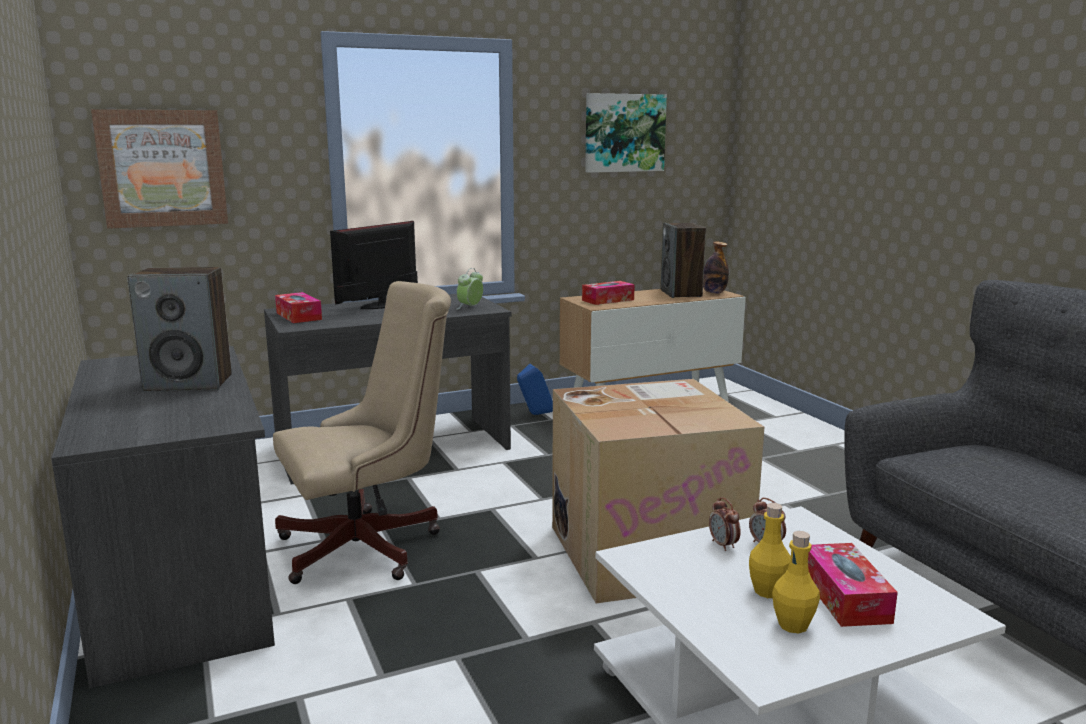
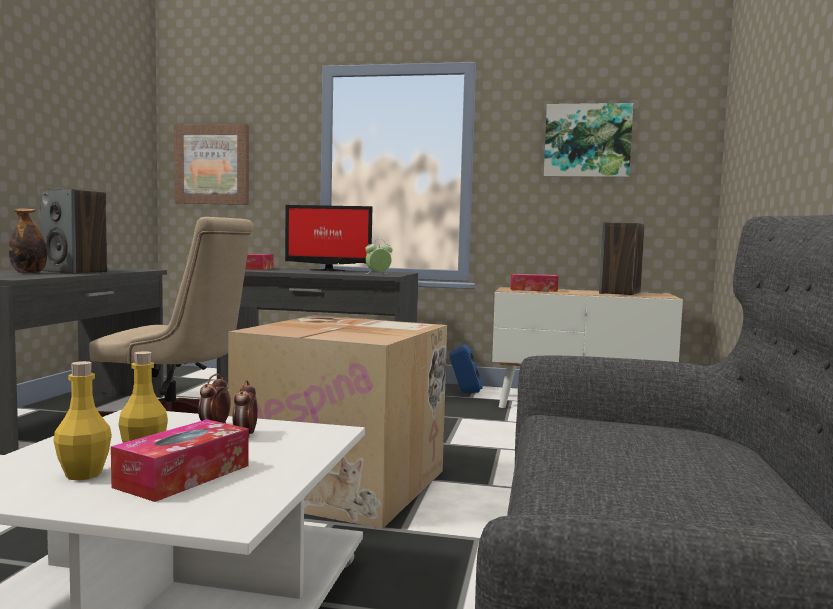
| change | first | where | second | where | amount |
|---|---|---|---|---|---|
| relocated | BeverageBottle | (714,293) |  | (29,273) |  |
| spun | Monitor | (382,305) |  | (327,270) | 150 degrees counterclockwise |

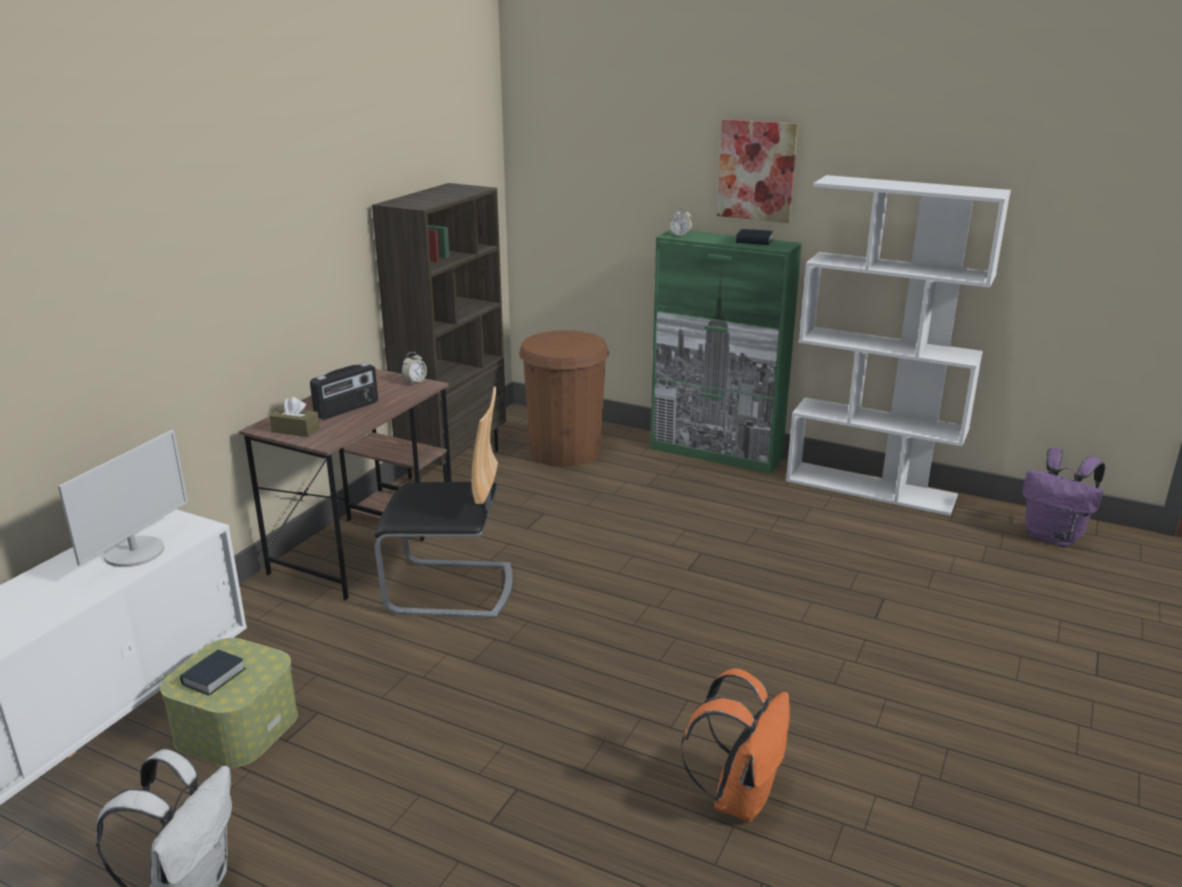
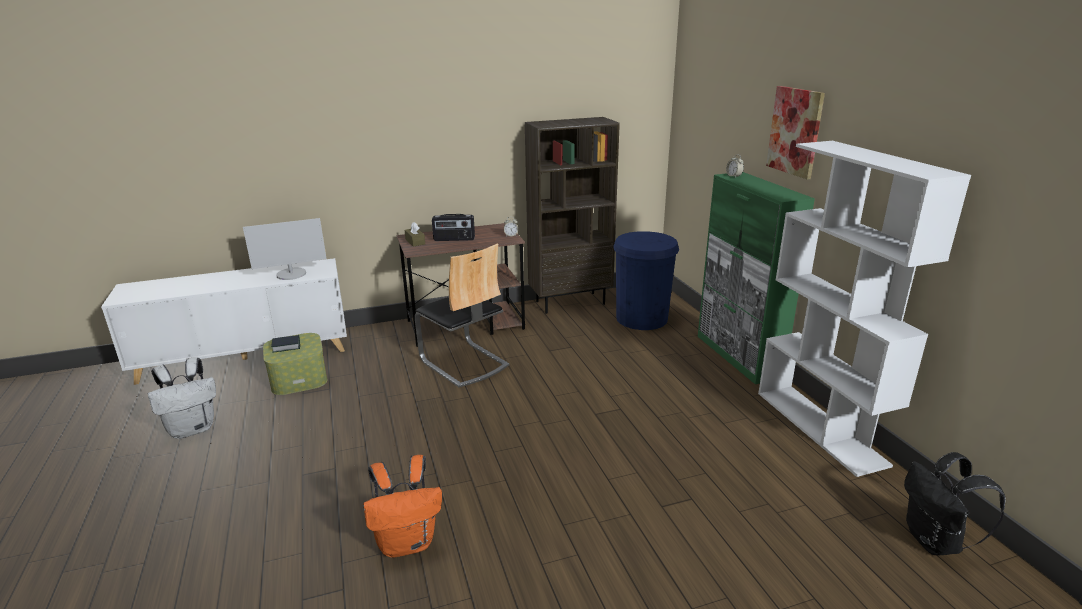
| change | first | where | second | where | amount |
|---|---|---|---|---|---|
| colour | BrownColouredTrashCan | (565,451) | BluishTrashCan | (641,318) |  |
| colour | PurpleColouredKnapsack | (1054,537) | BlackColouredKnapsack | (935,542) |  |
| missing | Volume | (754,241) |  |  |  |

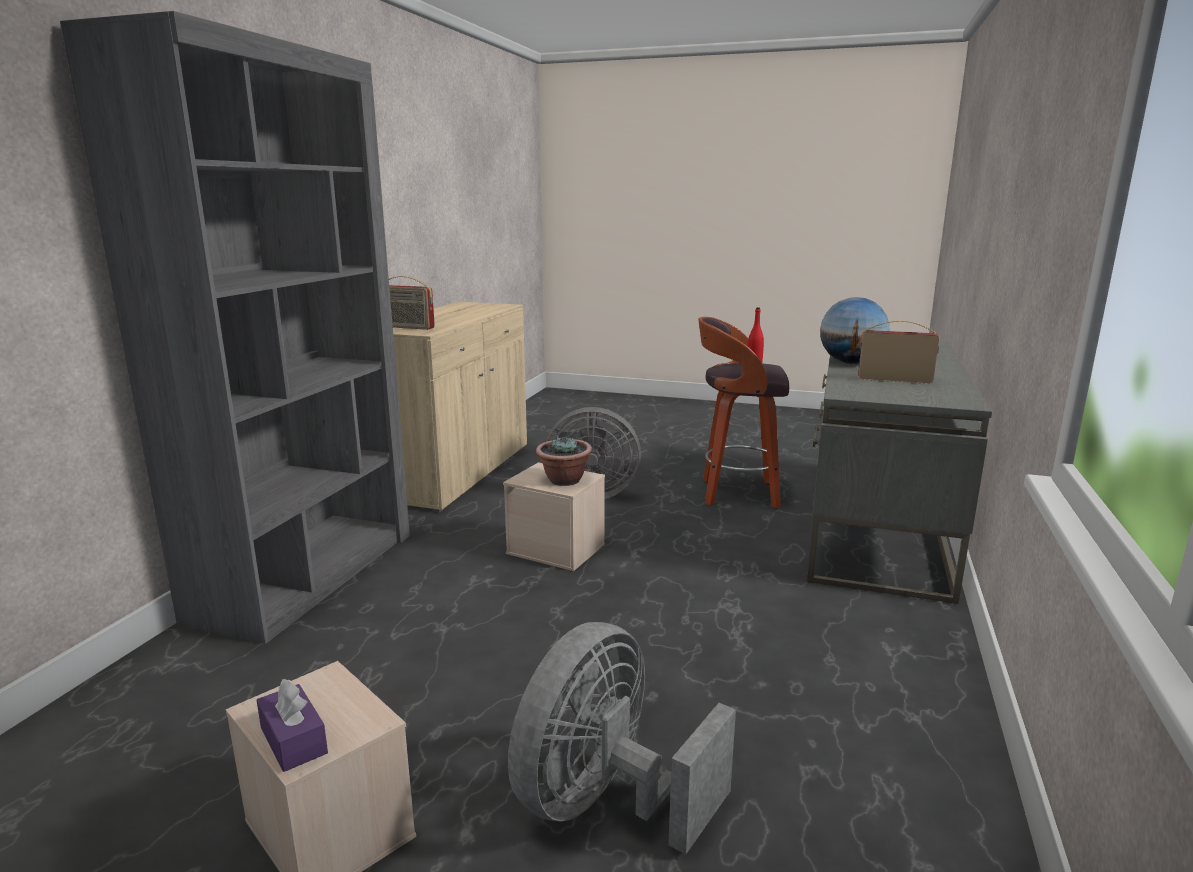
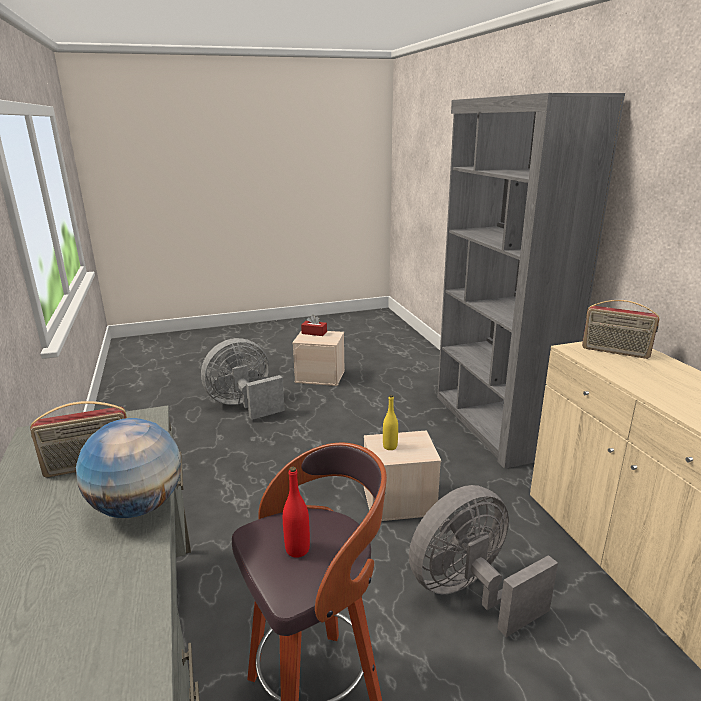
| change | first | where | second | where | amount |
|---|---|---|---|---|---|
| spun | GreyishCoolingFan | (607,803) |  | (244,405) | 120 degrees counterclockwise |
| colour | PurpleColouredBoxOfTissues | (293,740) | RedBoxOfTissues | (314,333) |  |
| exchanged | Houseplant | (564,480) | YellowColouredBeverageBottle | (390,446) |  |
| spun | RadioSet | (405,327) |  | (615,352) | 135 degrees counterclockwise |

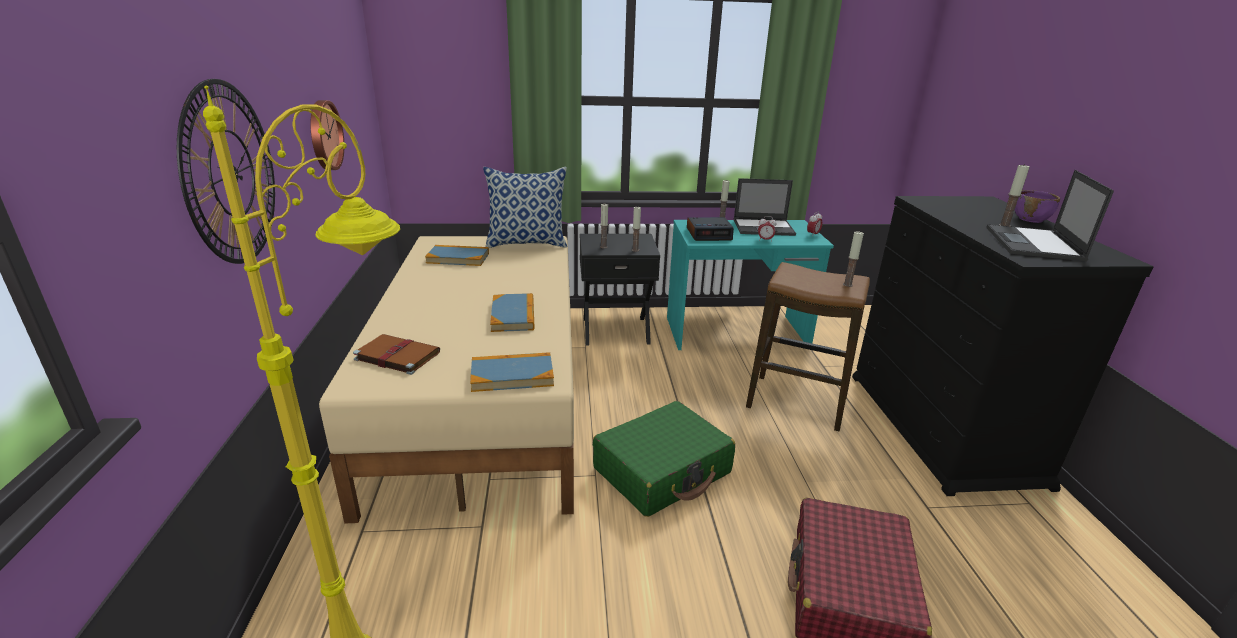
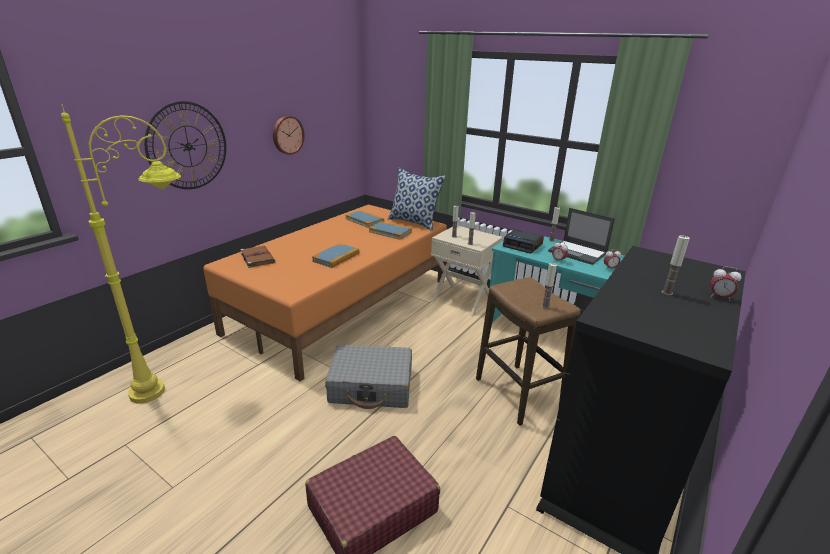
| change | first | where | second | where | amount |
|---|---|---|---|---|---|
| colour | BeigeColouredBedroomBed | (486,394) | OrangeBedroomBed | (344,305) |  |
| colour | GreenishPieceOfLuggage | (662,471) | GreyishPieceOfLuggage | (371,386) |  |
| relocated | Volume | (512,375) |  | (390,232) |  |
| colour | BlackColouredNightTable | (615,330) | BeigeColouredNightTable | (462,299) |  |
| exchanged | PurpleColouredBowl | (1030,219) | AlarmClock | (719,297) |  |
| missing | Laptop | (1034,244) |  |  |  |

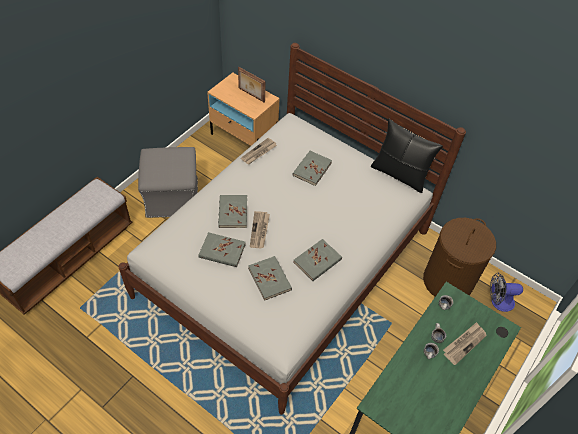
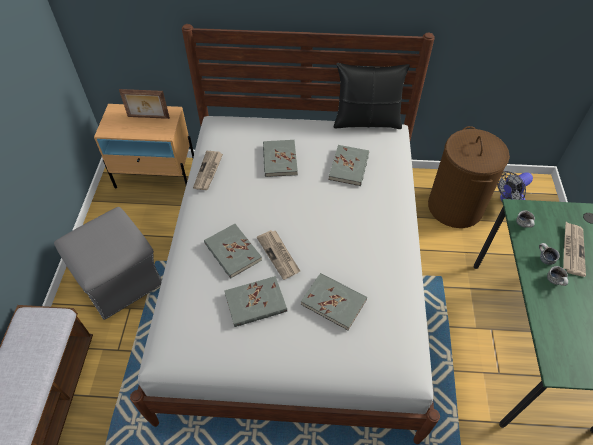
| change | first | where | second | where | amount |
|---|---|---|---|---|---|
| relocated | GreyishVolume | (317,261) |  | (349,167) |  |

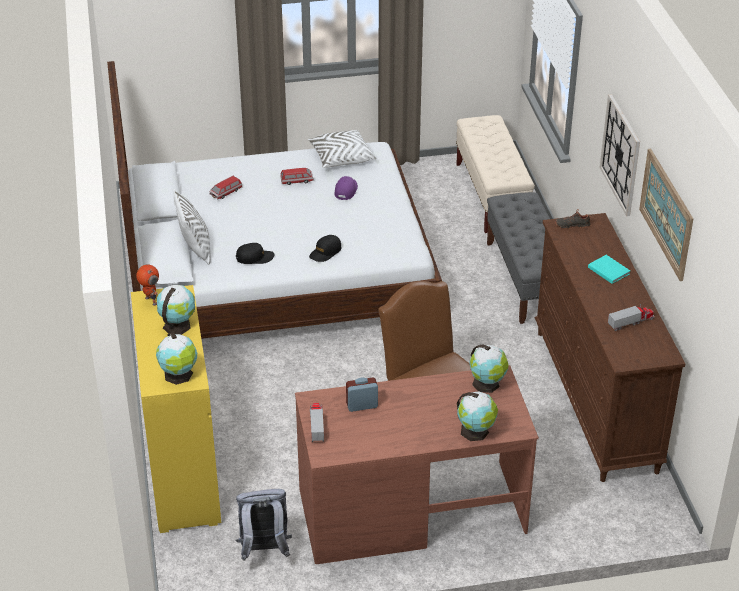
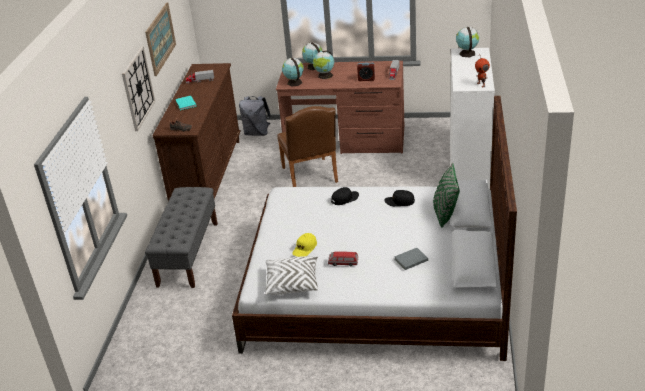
| change | first | where | second | where | amount |
|---|---|---|---|---|---|
| relocated | GreyishKnapsack | (264,550) |  | (257,133) |  |
| colour | PurpleColouredPeakedCap | (346,190) | YellowColouredPeakedCap | (304,248) |  |
| relocated | Globe | (177,325) |  | (324,76) |  |
| exchanged | MiniatureCar | (226,192) | GreyishVolume | (410,260) |  |
| colour | WhiteCushion | (195,249) | GreenishCushion | (445,214) |  |
| colour | YellowColouredDresser | (183,473) | WhiteDresser | (469,166) |  |
| missing | BeigeColouredIndoorBench | (491,196) |  |  |  |

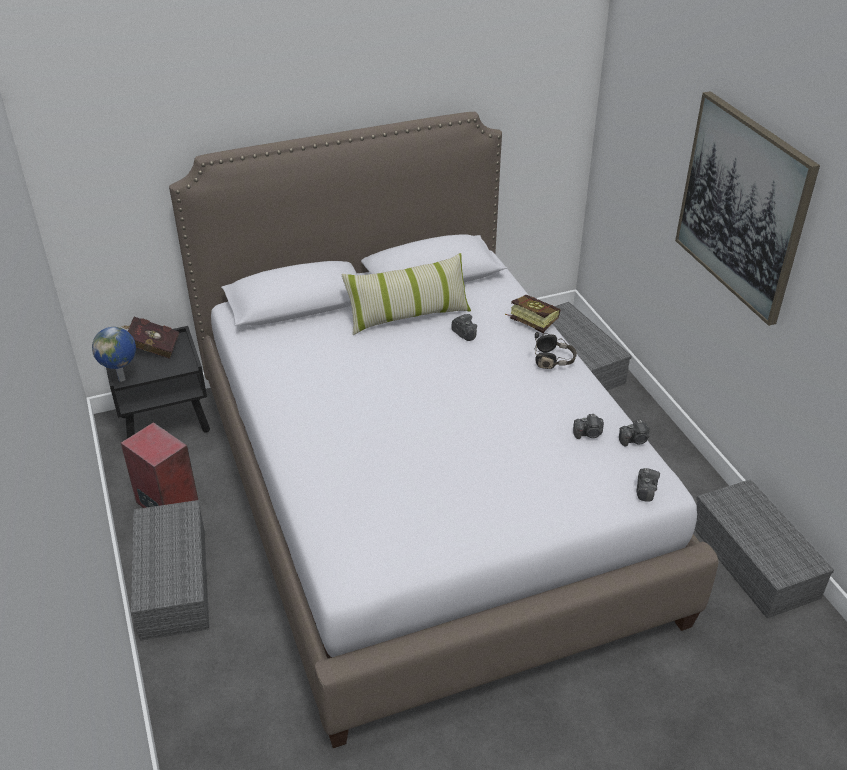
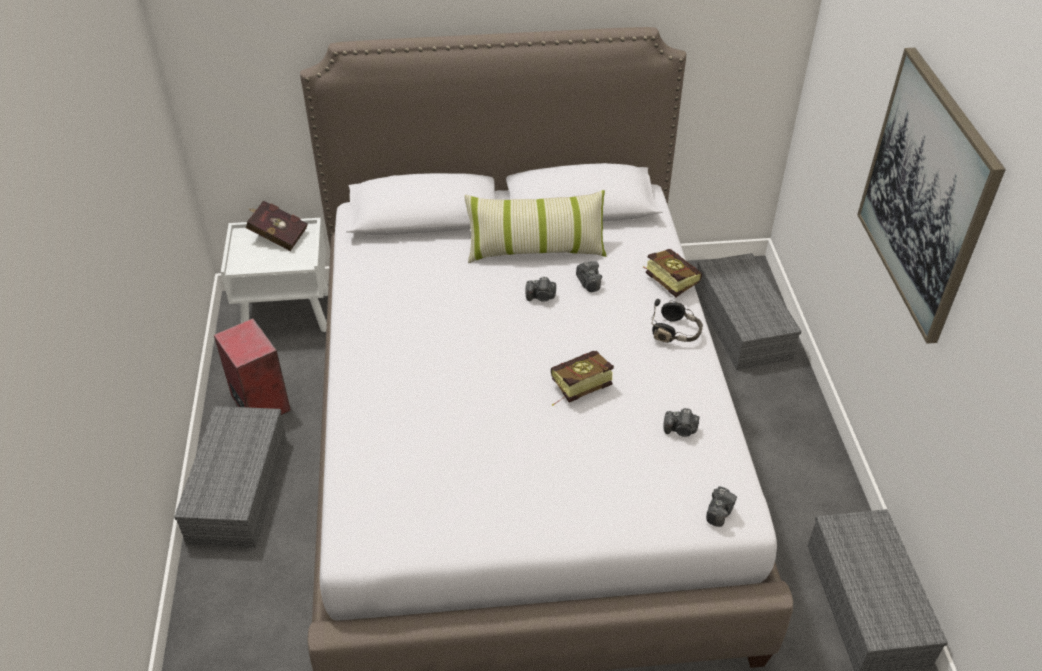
| change | first | where | second | where | amount |
|---|---|---|---|---|---|
| colour | BlackColouredNightTable | (166,423) | WhiteNightTable | (288,314) |  |
| relocated | StillCamera | (634,440) |  | (541,297) |  |
| appeared |  |  | Volume | (575,388) |  |
| missing | Globe | (122,379) |  |  |  |

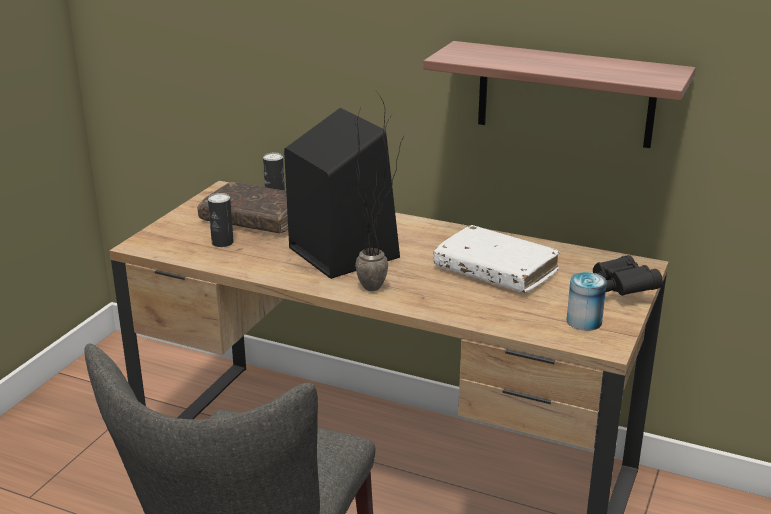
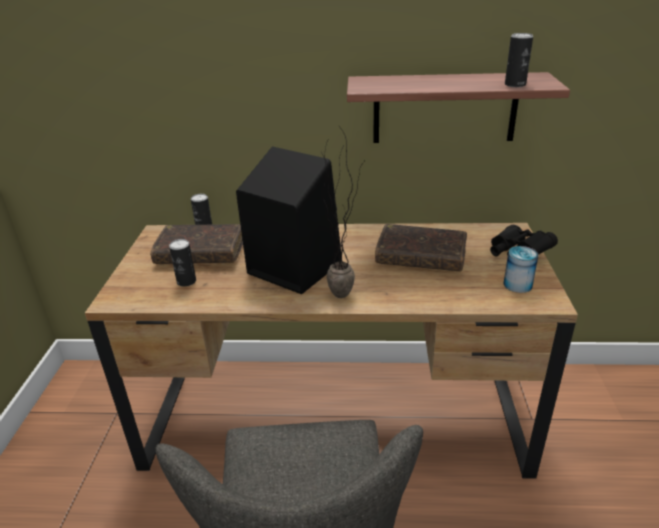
| change | first | where | second | where | amount |
|---|---|---|---|---|---|
| colour | WhiteVolume | (495,270) | BrownColouredVolume | (420,257) |  |
| appeared |  |  | MetalCan | (515,85) |  |

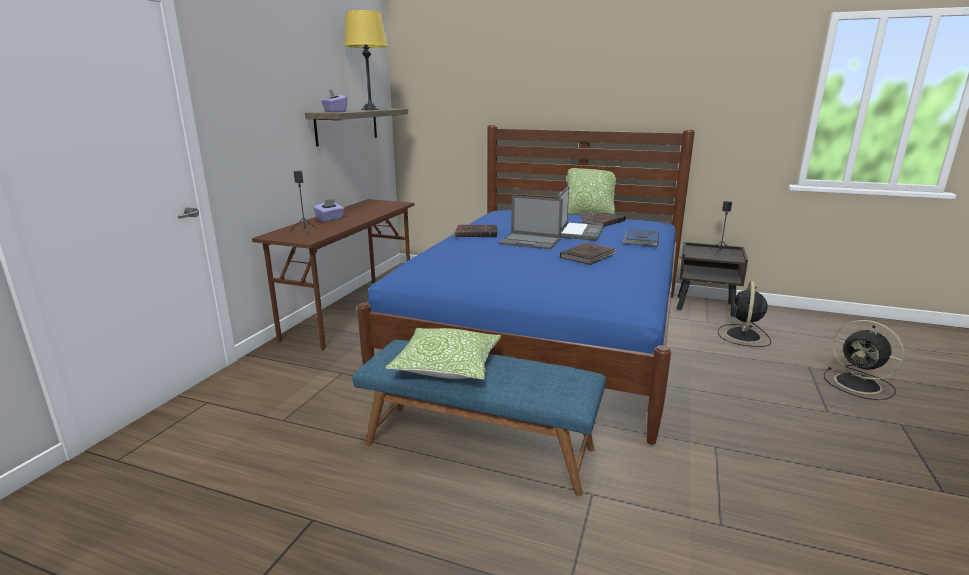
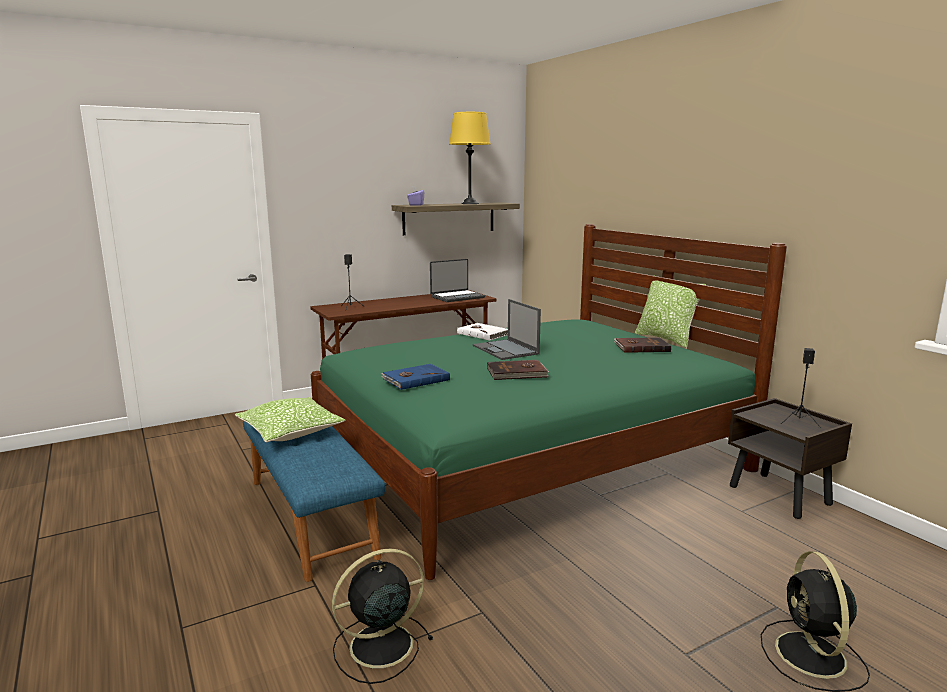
| change | first | where | second | where | amount |
|---|---|---|---|---|---|
| colour | BluishBedroomBed | (546,333) | GreenishBedroomBed | (528,459) |  |
| relocated | BlackColouredCoolingFan | (743,336) |  | (378,646) |  |
| relocated | BluishVolume | (640,240) |  | (415,379) |  |
| relocated | Laptop | (579,232) |  | (457,297) |  |
| colour | BrownColouredVolume | (476,233) | WhiteVolume | (483,333) |  |
| missing | PurpleColouredBoxOfTissues | (330,219) |  |  |  |

